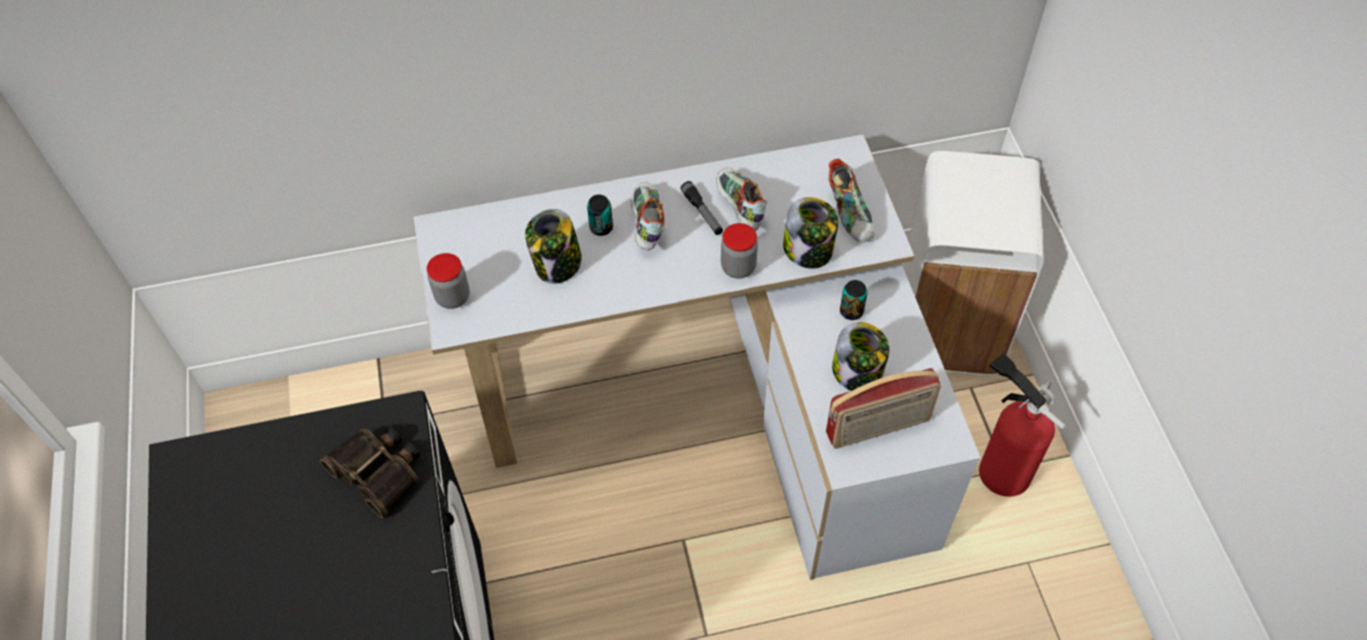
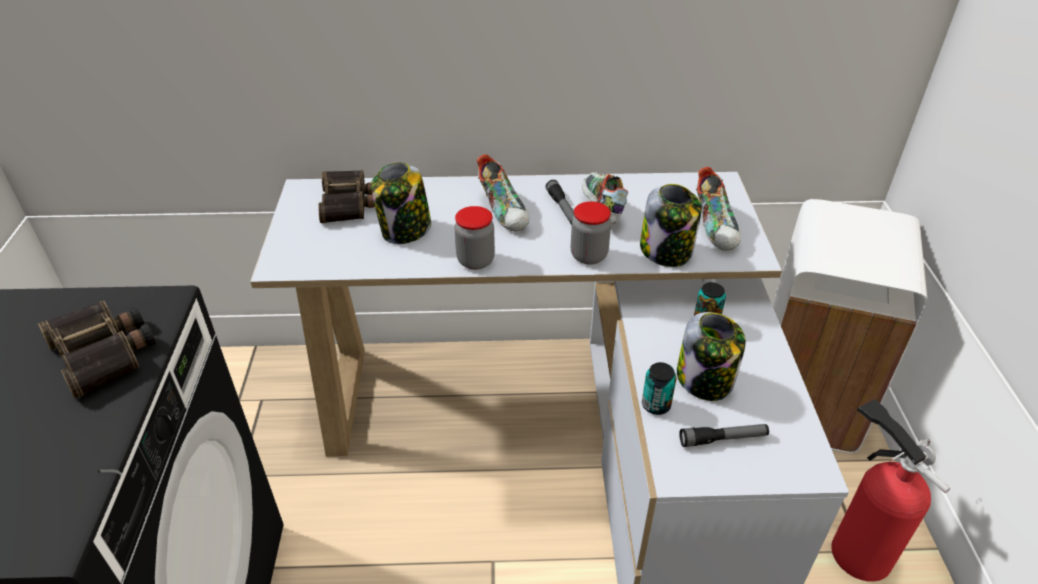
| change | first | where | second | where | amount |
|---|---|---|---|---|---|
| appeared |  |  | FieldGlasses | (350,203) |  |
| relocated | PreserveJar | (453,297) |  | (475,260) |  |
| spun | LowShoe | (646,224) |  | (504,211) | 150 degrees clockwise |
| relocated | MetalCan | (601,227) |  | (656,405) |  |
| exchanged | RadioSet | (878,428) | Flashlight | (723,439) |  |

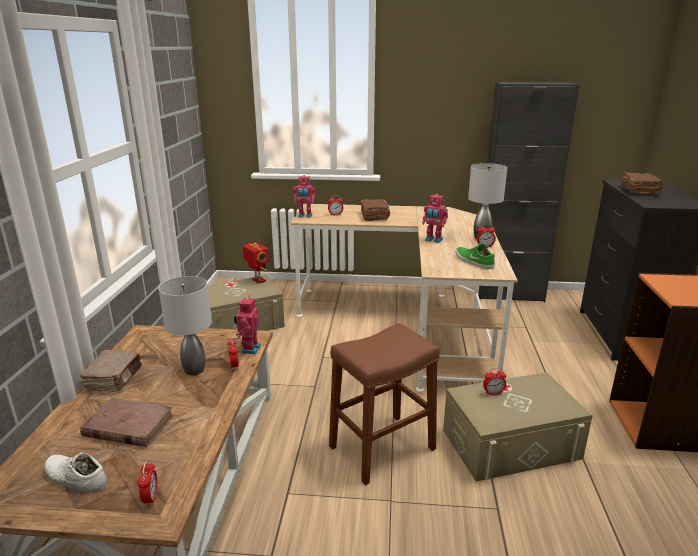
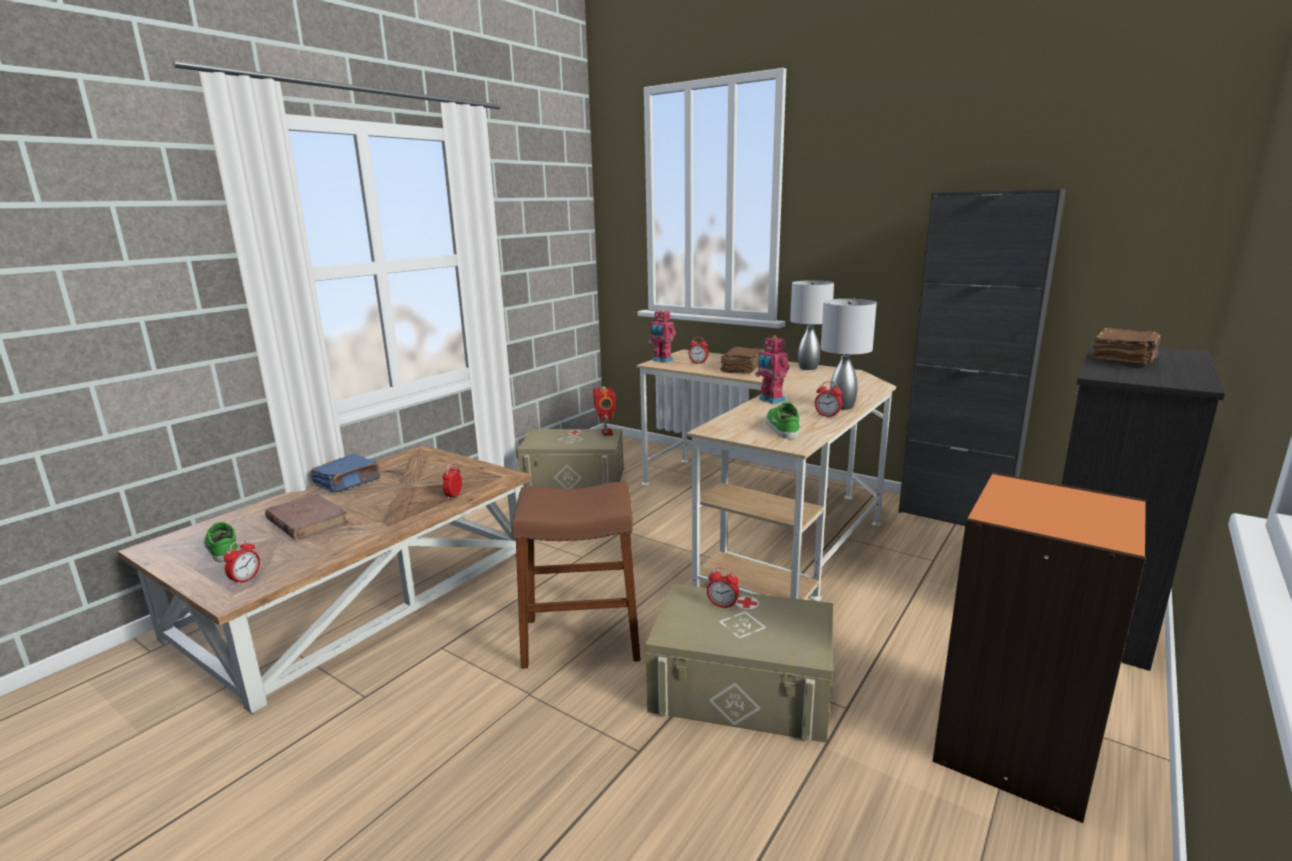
| change | first | where | second | where | amount |
|---|---|---|---|---|---|
| colour | WhiteLowShoe | (75,478) | GreenishLowShoe | (221,548) |  |
| colour | BrownColouredVolume | (114,378) | BluishVolume | (348,483) |  |
| relocated | GreyishLampForATable | (194,370) |  | (807,368) |  |
| missing | RobotFigure | (249,349) |  |  |  |

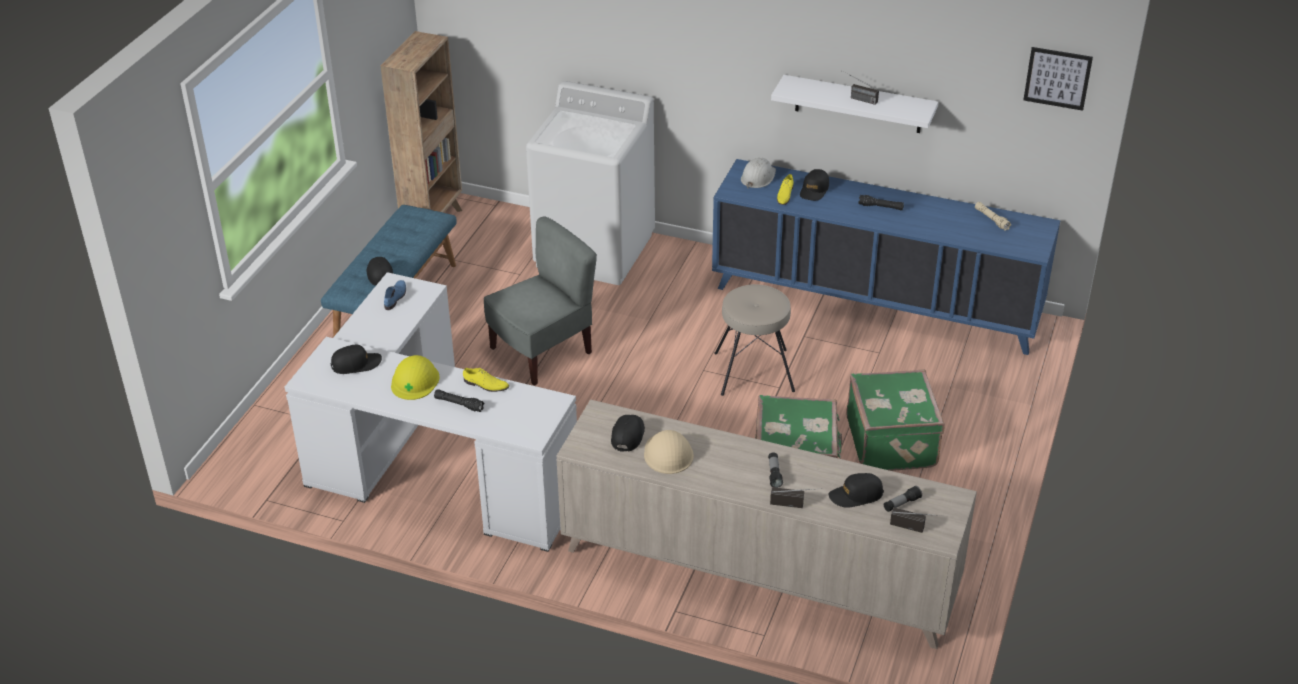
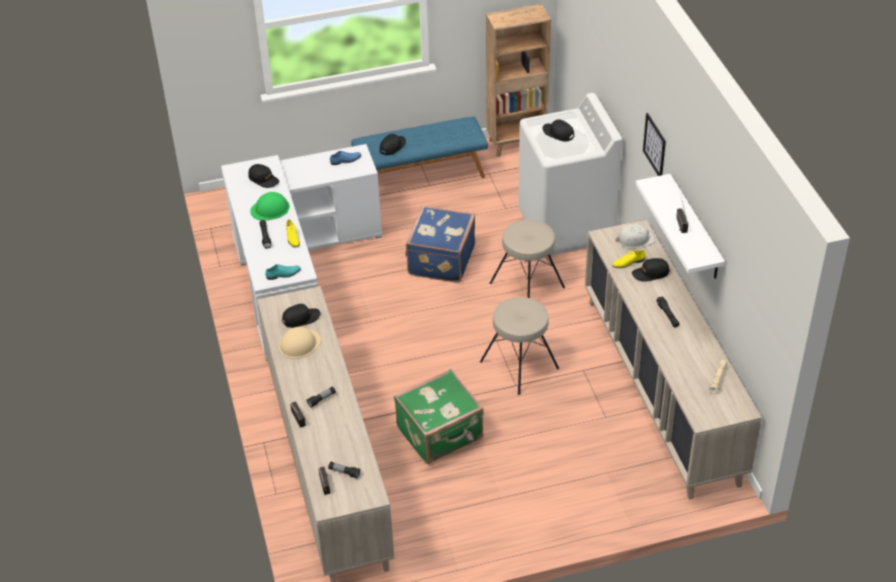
| change | first | where | second | where | amount |
|---|---|---|---|---|---|
| colour | YellowColouredHardHat | (415,380) | GreenishHardHat | (270,209) |  |
| appeared |  |  | TurquoiseLowShoe | (283,274) |  |
| exchanged | GreyishUprightChair | (542,352) | BluishPieceOfLuggage | (440,260) |  |
| appeared |  |  | BeigeColouredSittingStool | (527,284) |  |
| relocated | BlackColouredPeakedCap | (856,495) |  | (558,133) |  |
| colour | BluishCabinet | (875,302) | BeigeColouredCabinet | (661,388) |  |
| relocated | Picture | (1057,78) |  | (654,145) |  |
| missing | GreenishPieceOfLuggage | (893,442) |  |  |  |

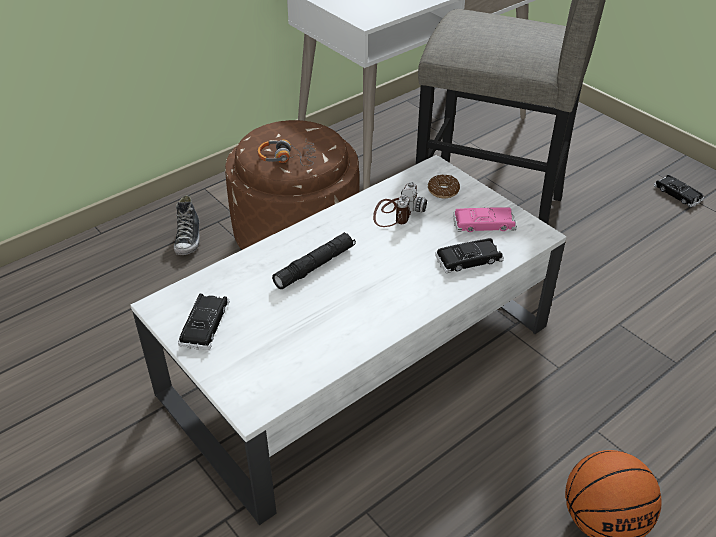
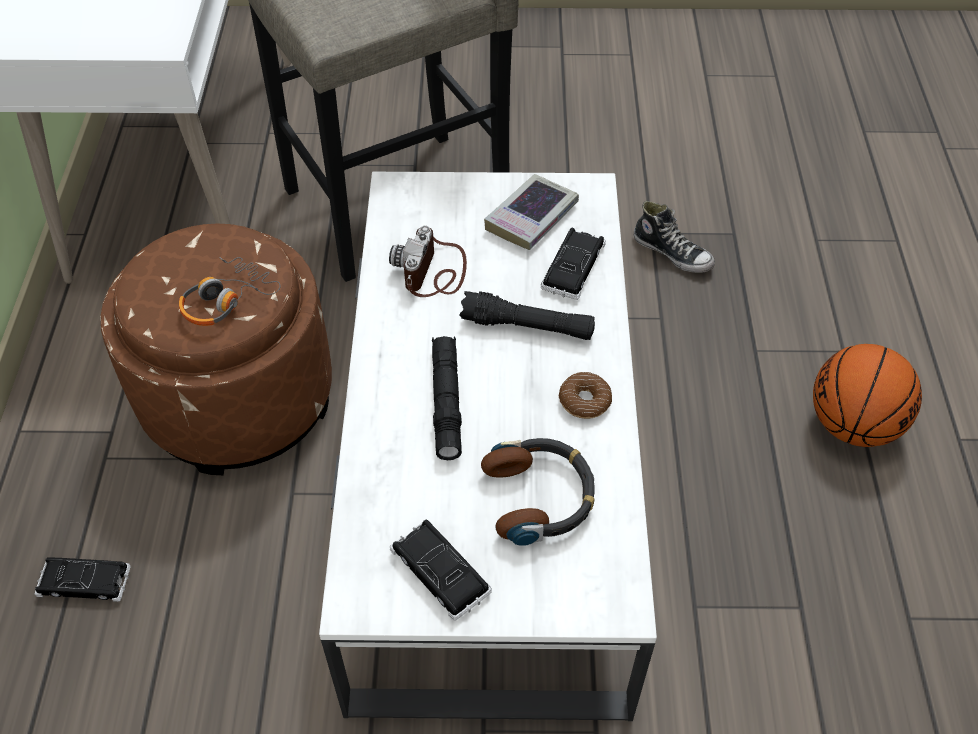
| change | first | where | second | where | amount |
|---|---|---|---|---|---|
| relocated | BlackColouredMiniatureCar | (677,194) |  | (84,582) |  |
| spun | StillCamera | (396,212) |  | (433,272) | 135 degrees counterclockwise |
| appeared |  |  | BlackColouredFlashlight | (527,326) |  |
| appeared |  |  | Headphones | (540,496) |  |
| exchanged | PinkishMiniatureCar | (484,224) | Volume | (531,217) |  |
| relocated | Doughnut | (443,191) |  | (584,401) |  |
| relocated | LowShoe | (188,239) |  | (672,253) |  |

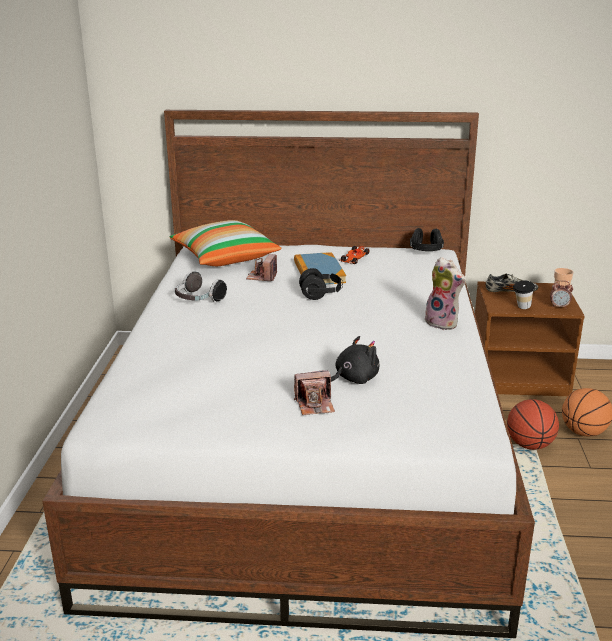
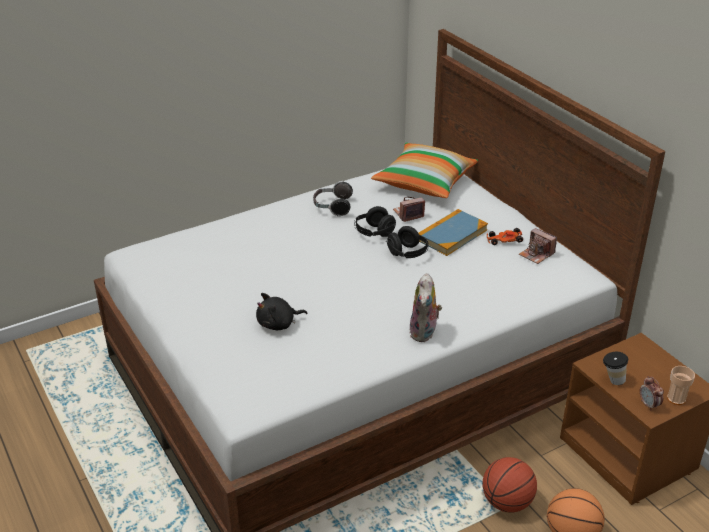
| change | first | where | second | where | amount |
|---|---|---|---|---|---|
| spun | BlackColouredCuddlyToy | (353,379) |  | (278,324) | 135 degrees clockwise |
| relocated | BlackColouredHeadphones | (426,252) |  | (374,233) |  |
| relocated | StillCamera | (315,405) |  | (536,254) |  |
| missing | LowShoe | (510,292) |  |  |  |

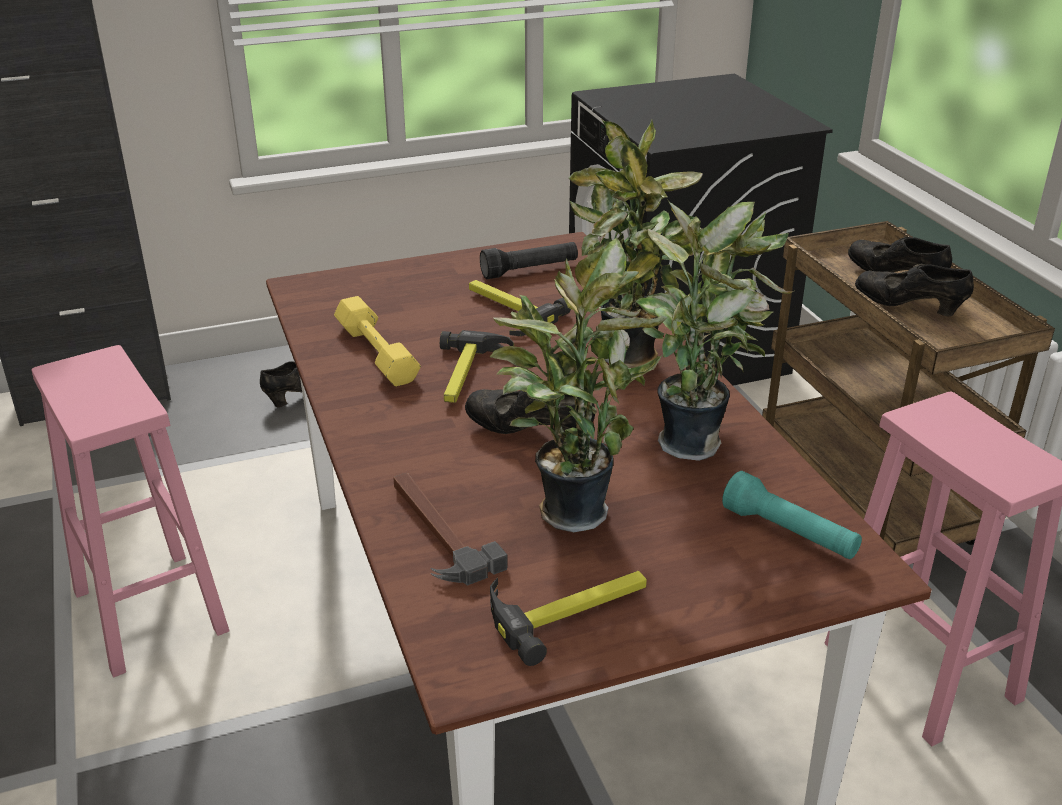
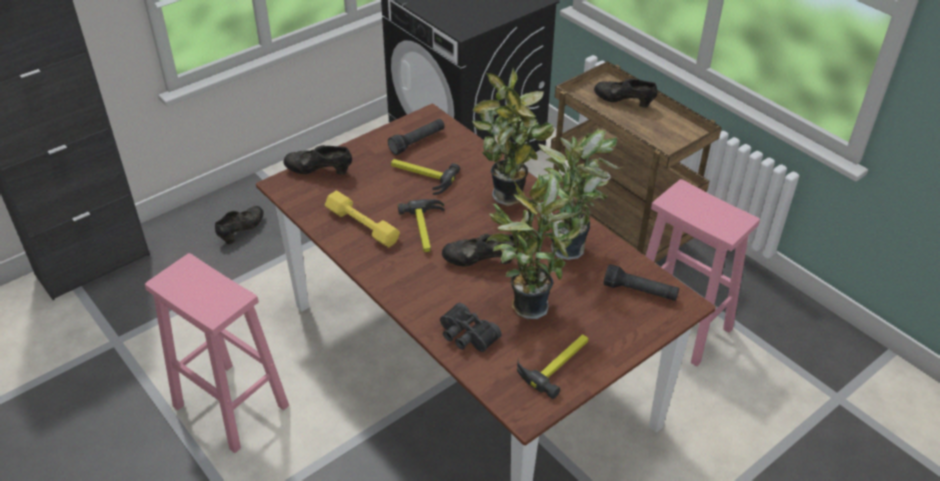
| change | first | where | second | where | amount |
|---|---|---|---|---|---|
| relocated | BlackColouredLowShoe | (908,307) |  | (319,171) |  |
| exchanged | ToolHammer | (436,532) | BlackColouredFieldGlasses | (466,336) |  |
| colour | TurquoiseFlashlight | (789,533) | BlackColouredFlashlight | (640,292) |  |

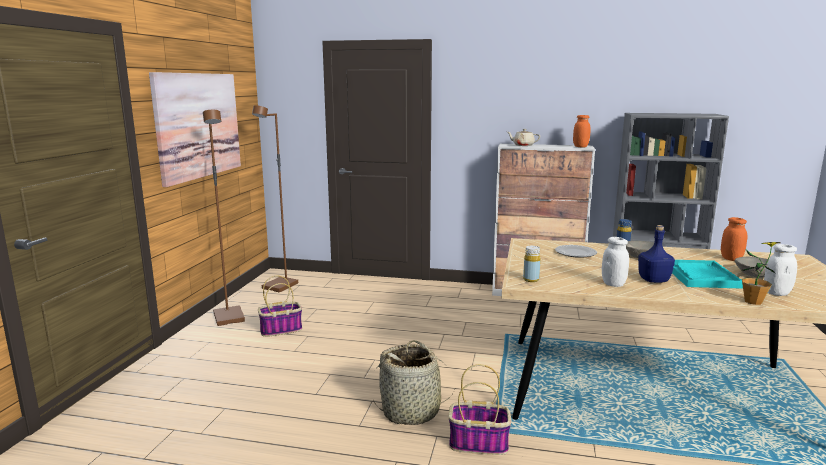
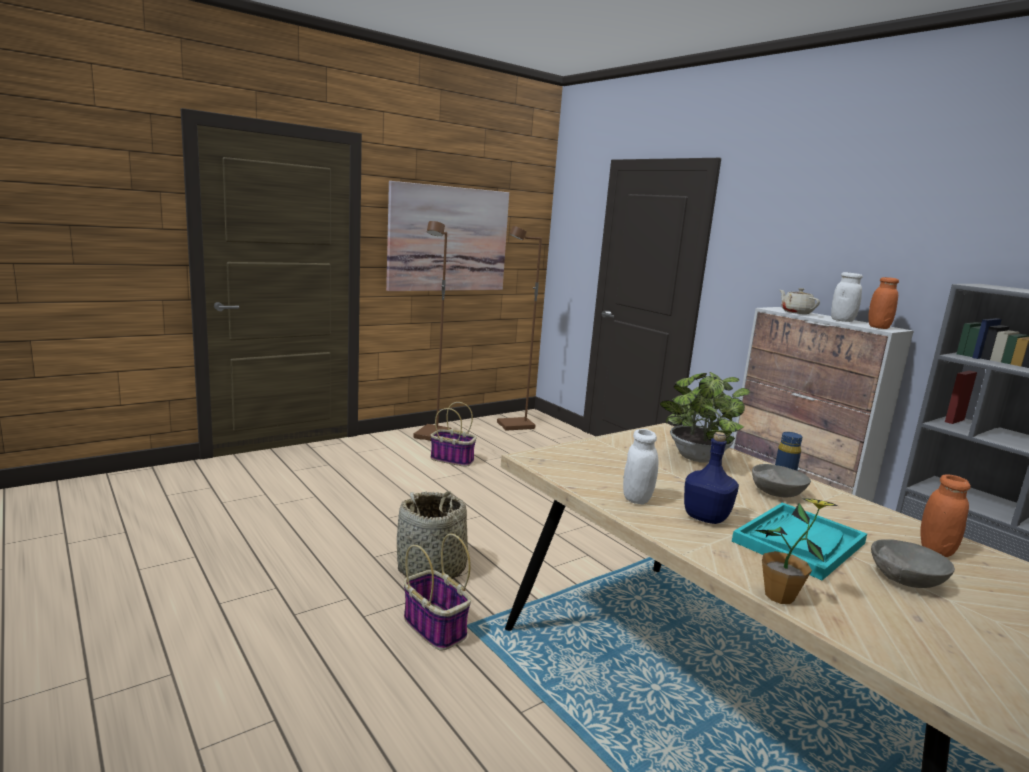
| change | first | where | second | where | amount |
|---|---|---|---|---|---|
| exchanged | Plate | (575,253) | Houseplant | (696,459) |  |
| relocated | WhitePreserveJar | (776,293) |  | (842,320) |  |
| missing | YellowColouredBeverageBottle | (531,279) |  |  |  |

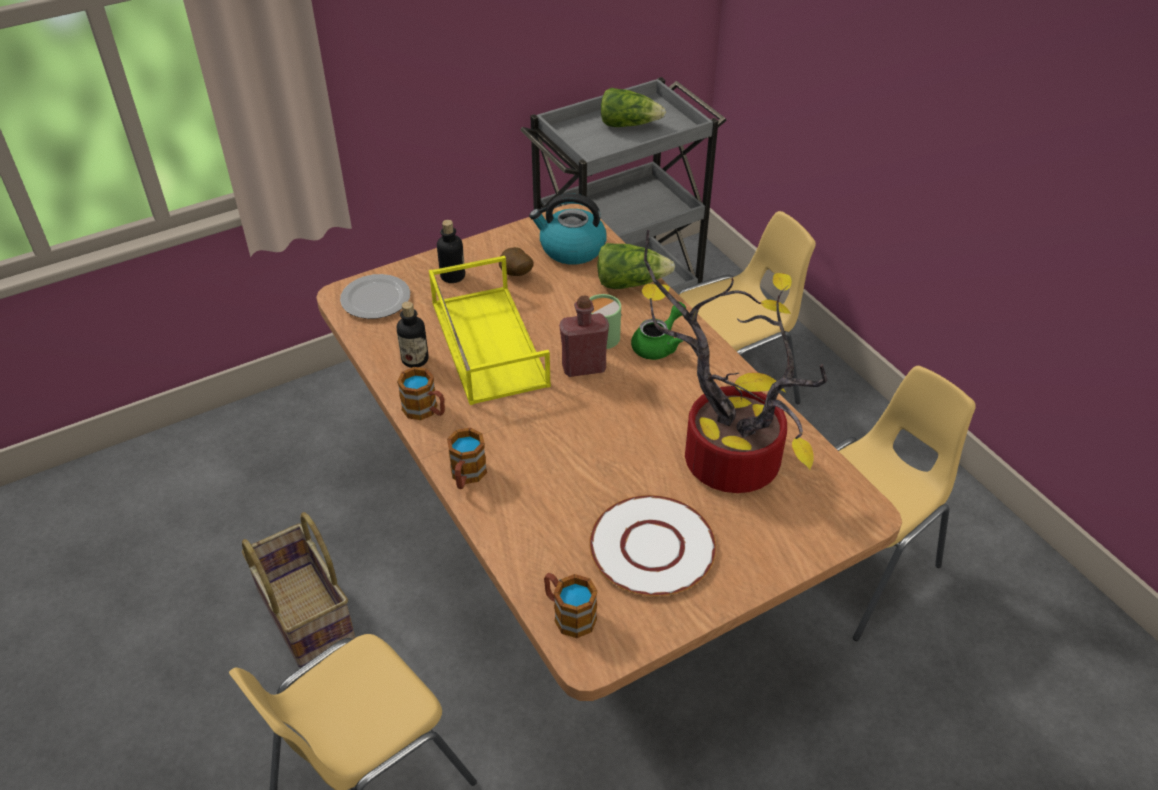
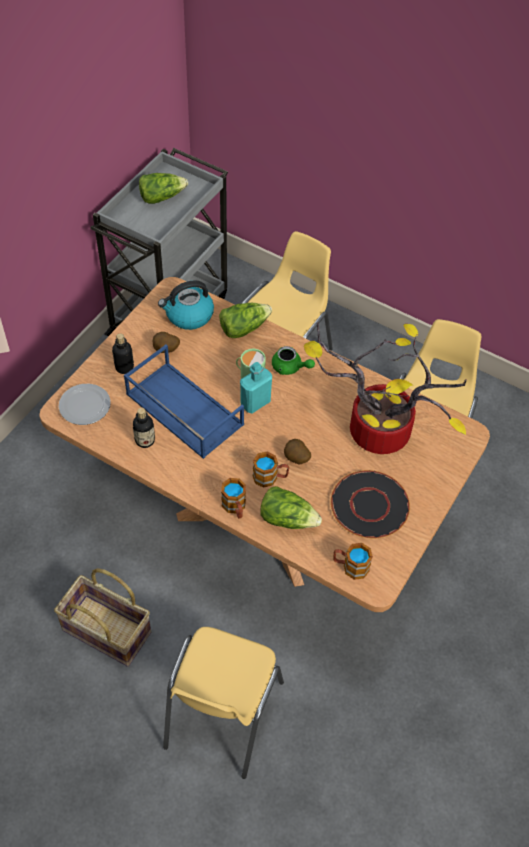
| change | first | where | second | where | amount |
|---|---|---|---|---|---|
| colour | YellowColouredTray | (486,343) | BluishTray | (182,409) |  |
| colour | RedBeverageBottle | (584,367) | TurquoiseBeverageBottle | (255,403) |  |
| relocated | Mug | (425,411) |  | (270,477) |  |
| appeared |  |  | HeadOfLettuce | (287,518) |  |
| spun | GreenishTeaPot | (659,345) |  | (290,368) | 105 degrees clockwise |
| appeared |  |  | Potato | (296,459) |  |
| colour | WhitePlate | (653,547) | BlackColouredPlate | (370,505) |  |

